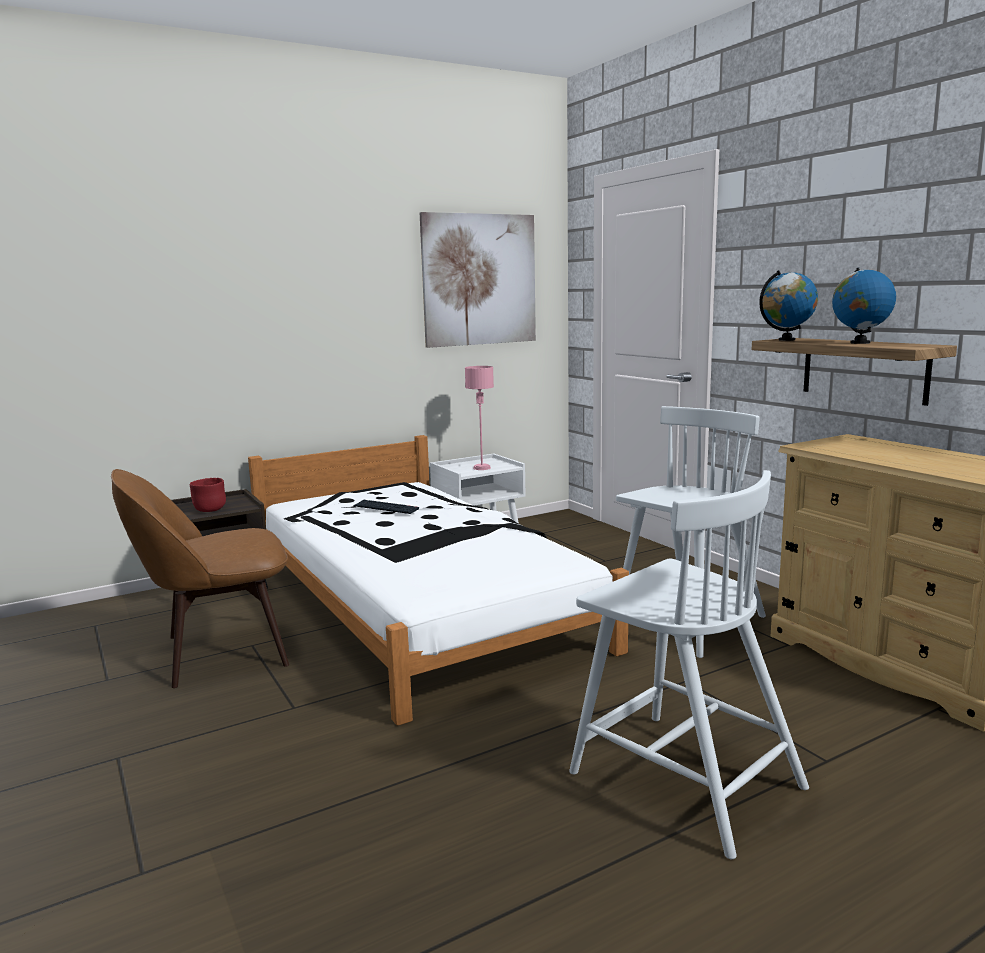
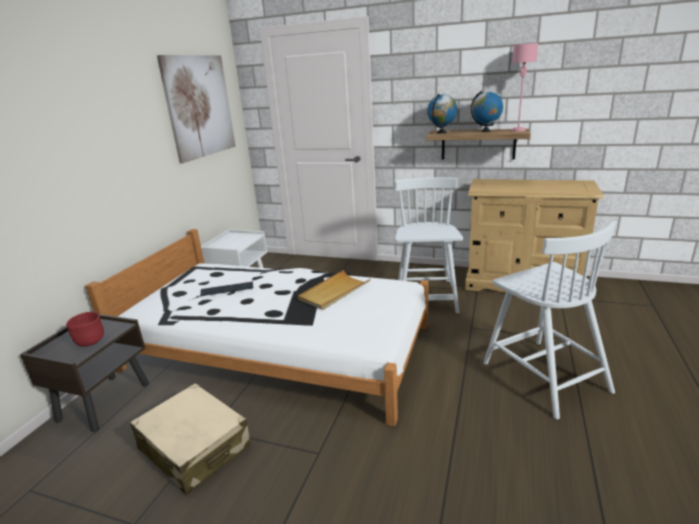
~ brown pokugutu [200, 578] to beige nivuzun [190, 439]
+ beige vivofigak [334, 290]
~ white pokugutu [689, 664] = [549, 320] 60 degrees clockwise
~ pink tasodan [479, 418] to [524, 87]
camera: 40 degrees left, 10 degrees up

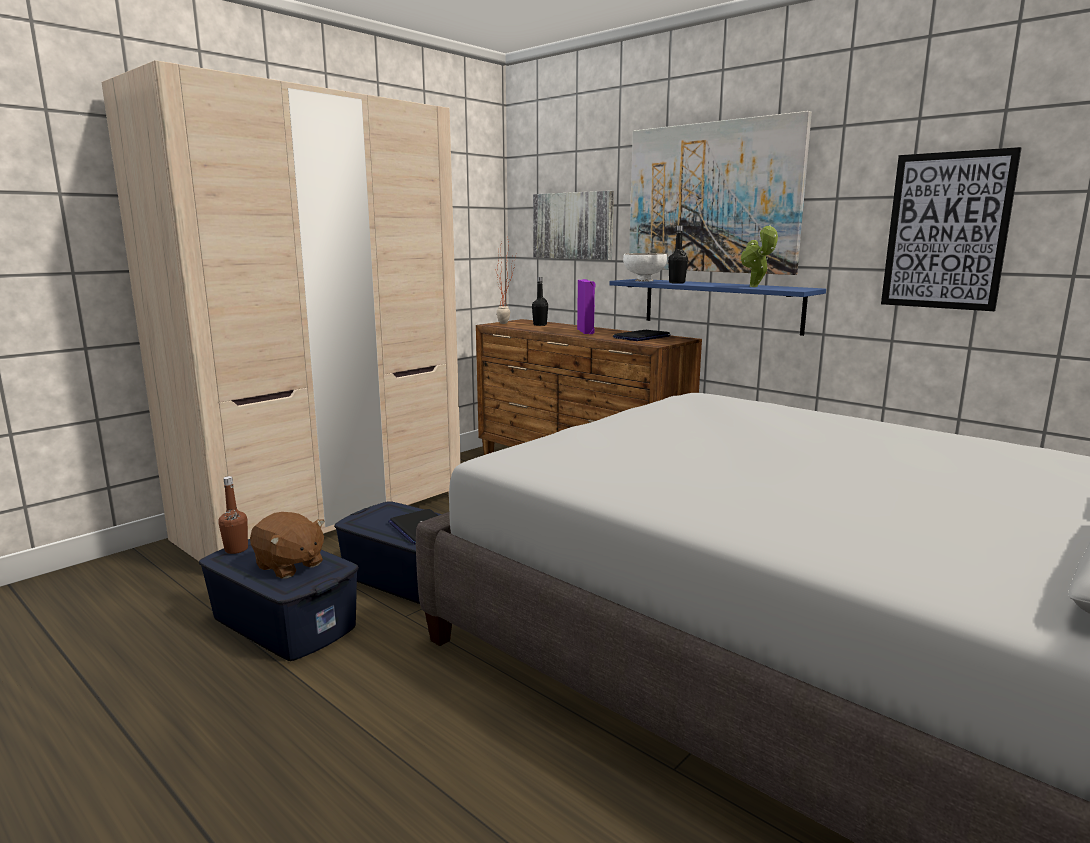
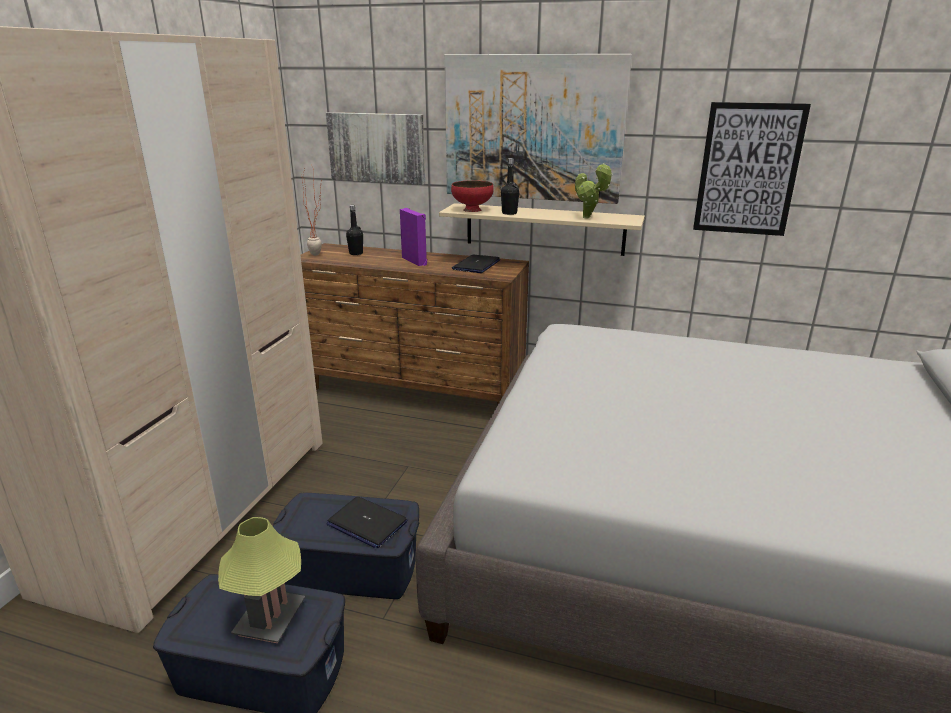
~ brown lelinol [287, 545] to tasodan [261, 580]
~ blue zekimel [717, 307] to beige zekimel [542, 229]
~ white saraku [645, 267] to red saraku [472, 196]
- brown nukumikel [233, 515]
camera: 25 degrees left, 10 degrees up

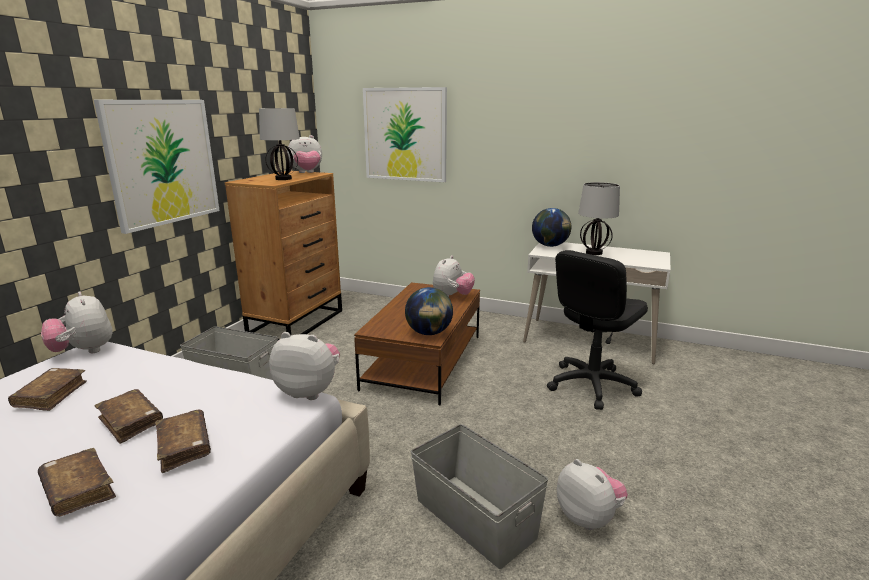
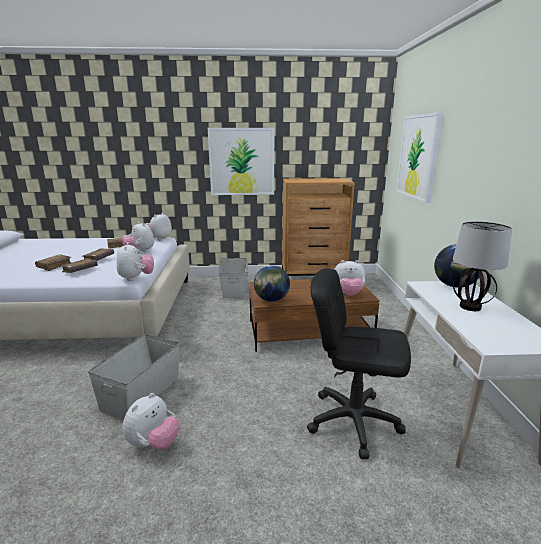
~ lelinol [304, 154] to [138, 237]
- tasodan [279, 144]
camera: 65 degrees right, 0 degrees up

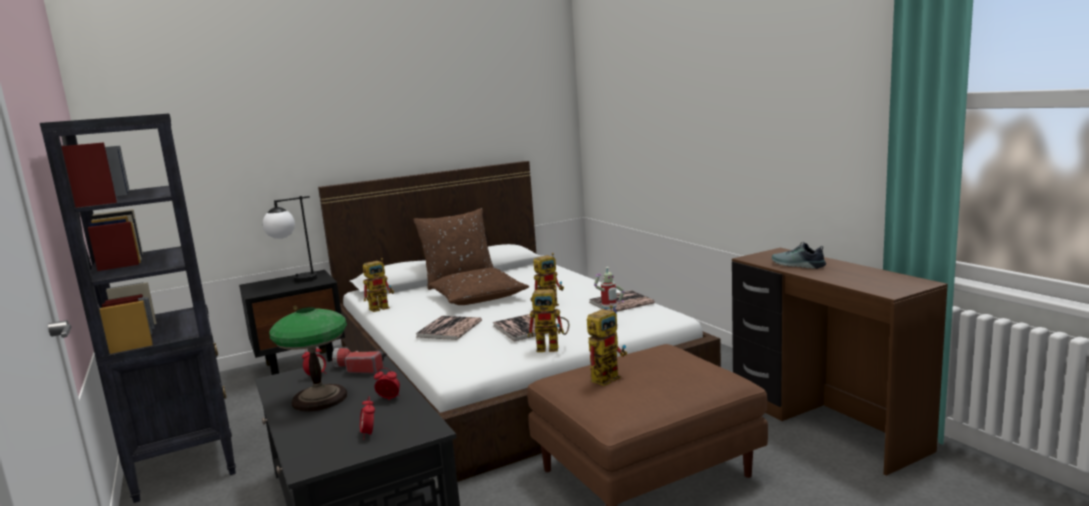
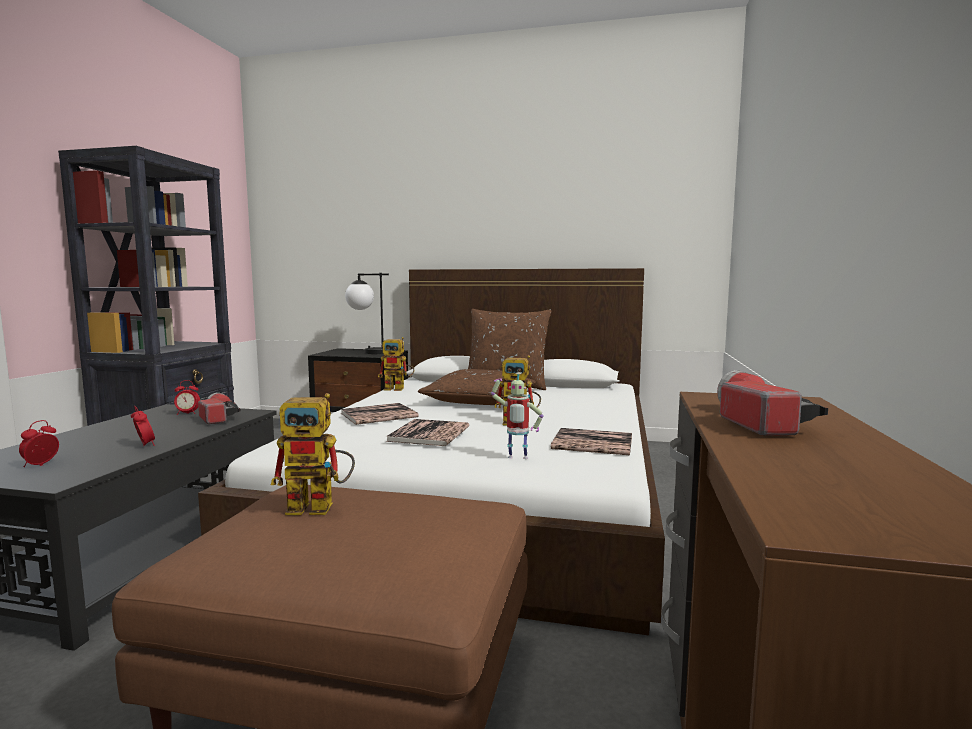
~ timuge [799, 255] to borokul [772, 403]
- tasodan [308, 359]
- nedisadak [548, 320]
camera: 40 degrees right, 5 degrees down

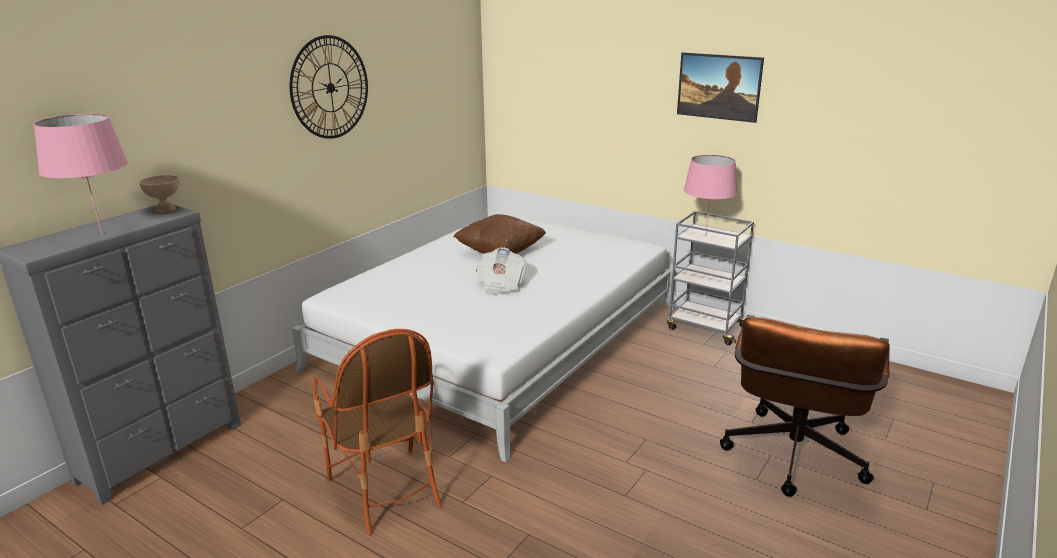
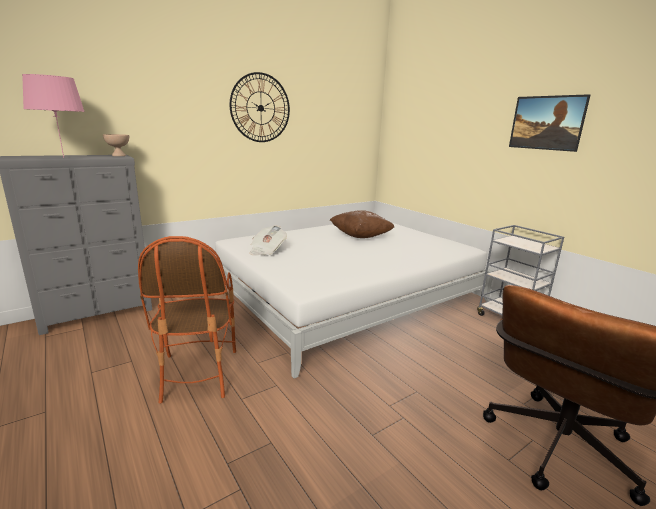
~ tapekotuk [501, 271] to [268, 240]
- pink tasodan [710, 194]
camera: 20 degrees right, 5 degrees down

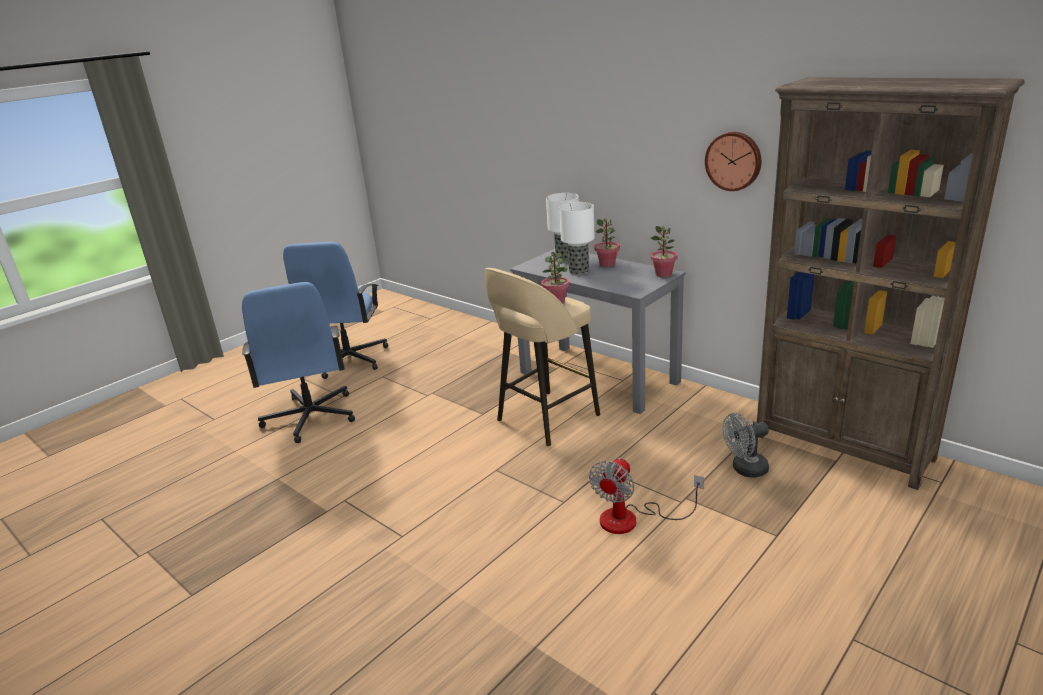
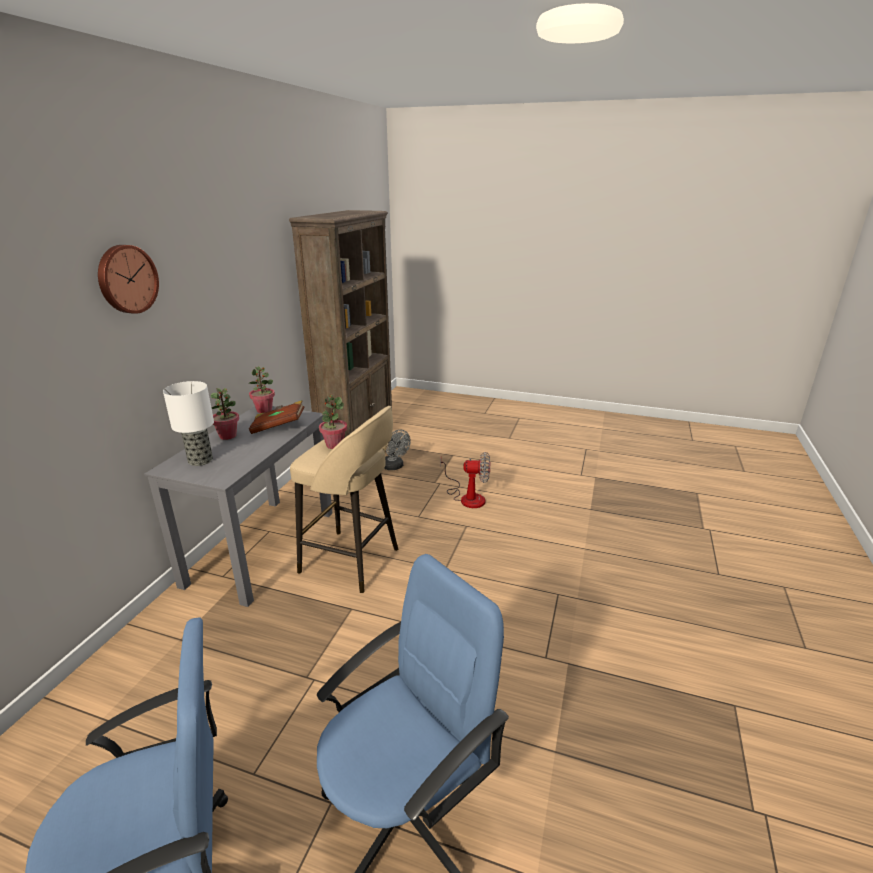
~ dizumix [733, 161] to [128, 279]
+ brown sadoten [277, 417]
- tasodan [577, 238]
camera: 115 degrees left, 0 degrees up

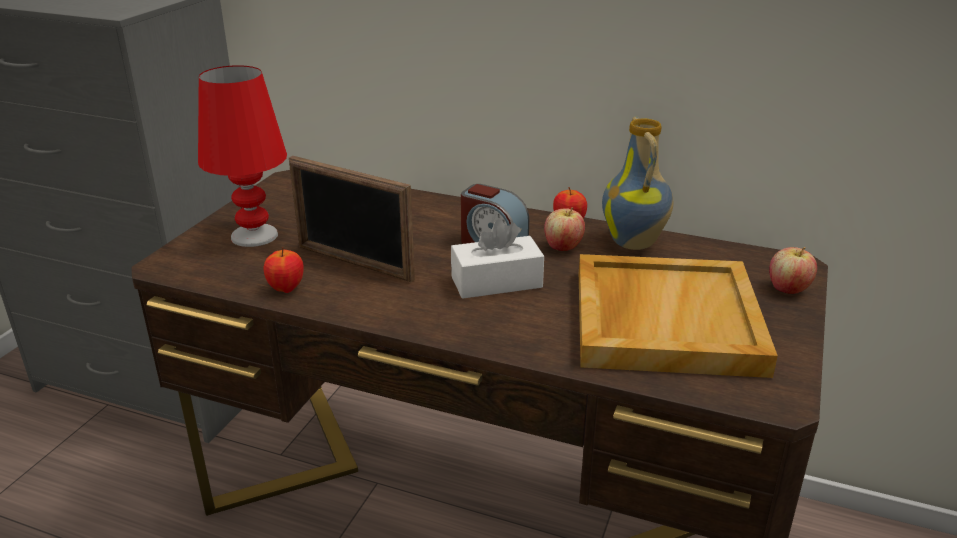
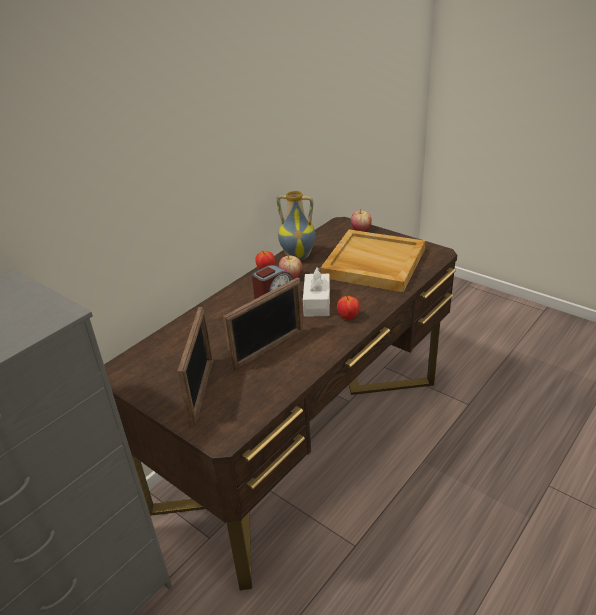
~ red tasodan [242, 156] to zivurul [195, 367]
~ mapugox [284, 270] to [348, 307]
camera: 70 degrees left, 5 degrees up

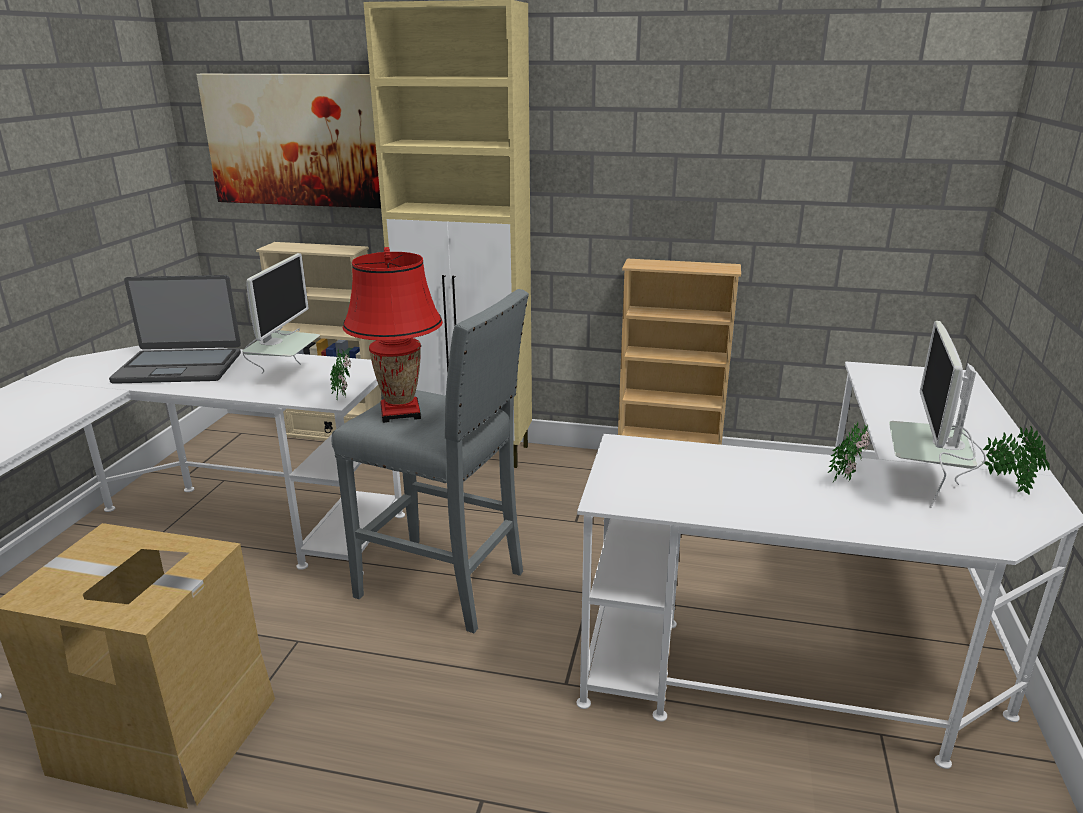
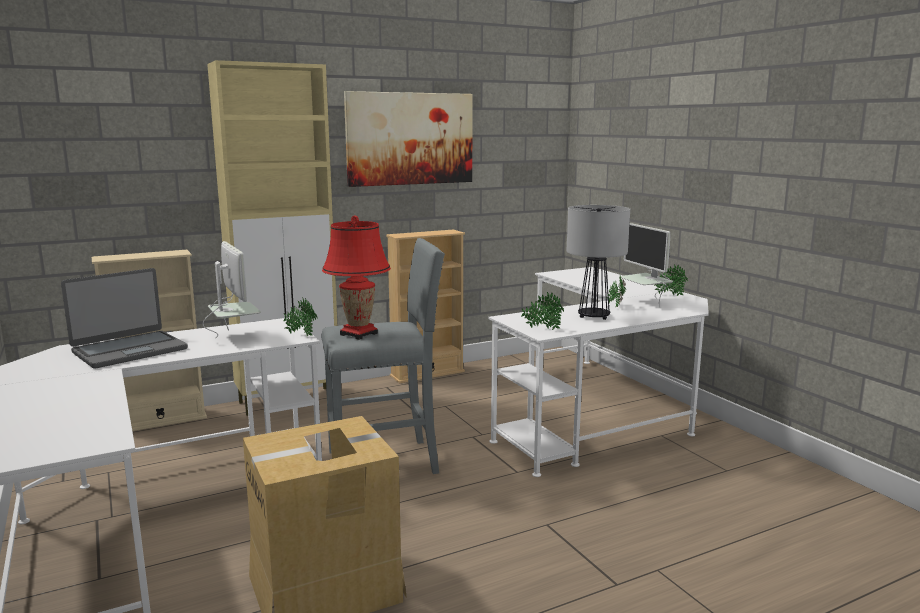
~ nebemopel [288, 141] to [408, 139]
+ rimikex [542, 311]
+ tasodan [598, 262]
camera: 40 degrees left, 10 degrees down

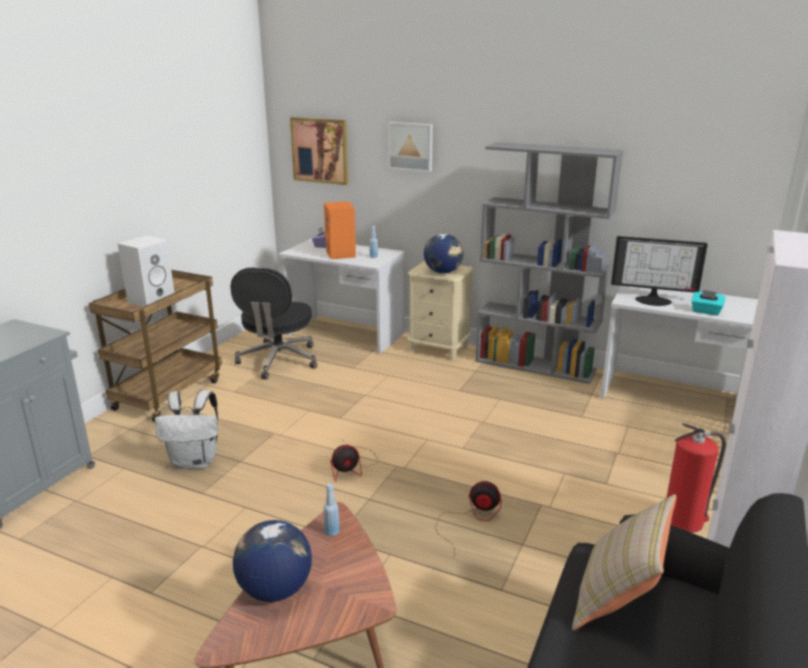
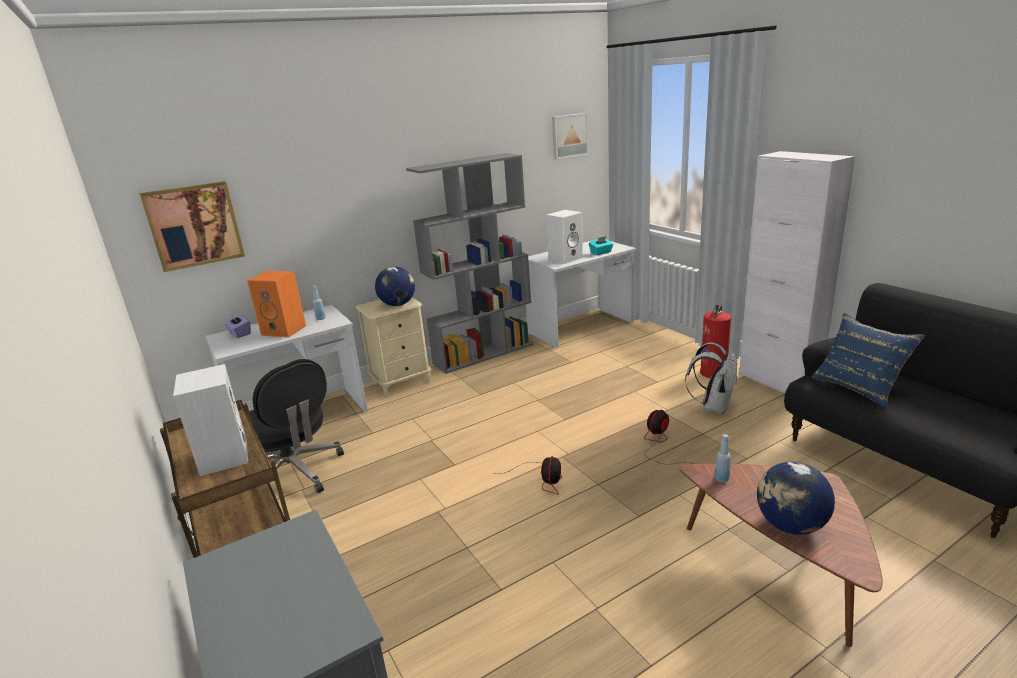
~ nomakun [659, 271] to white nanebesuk [564, 237]
~ nebemopel [410, 147] to [570, 136]
~ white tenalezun [186, 429] to [711, 378]
~ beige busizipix [624, 562] to blue busizipix [868, 361]
camera: 55 degrees left, 0 degrees up

